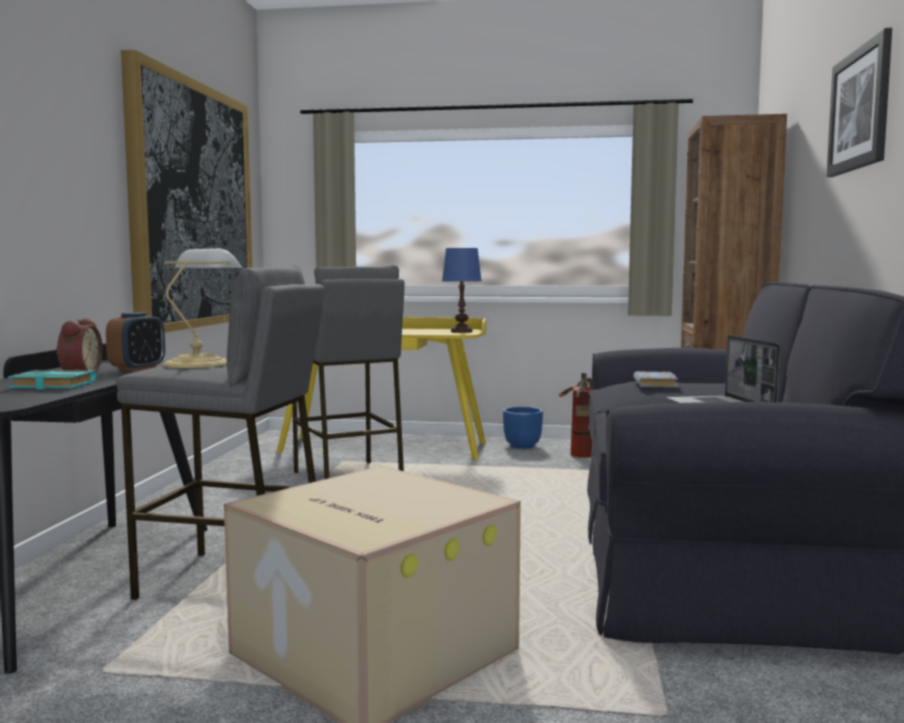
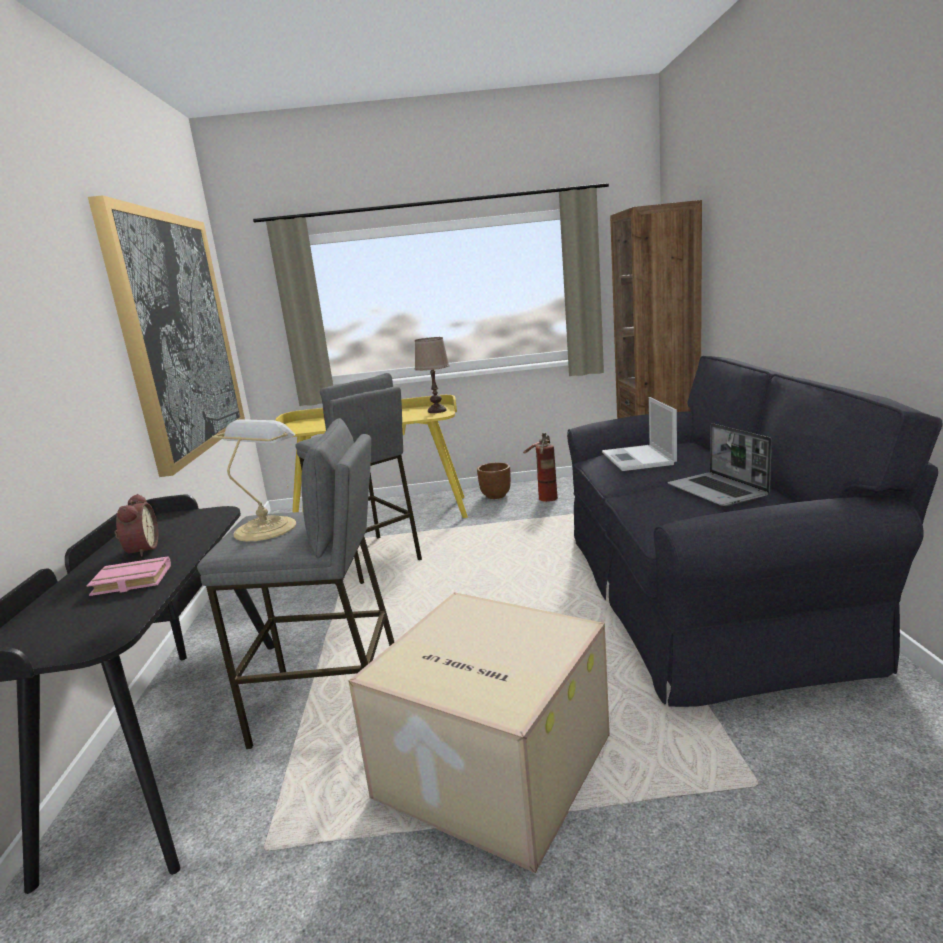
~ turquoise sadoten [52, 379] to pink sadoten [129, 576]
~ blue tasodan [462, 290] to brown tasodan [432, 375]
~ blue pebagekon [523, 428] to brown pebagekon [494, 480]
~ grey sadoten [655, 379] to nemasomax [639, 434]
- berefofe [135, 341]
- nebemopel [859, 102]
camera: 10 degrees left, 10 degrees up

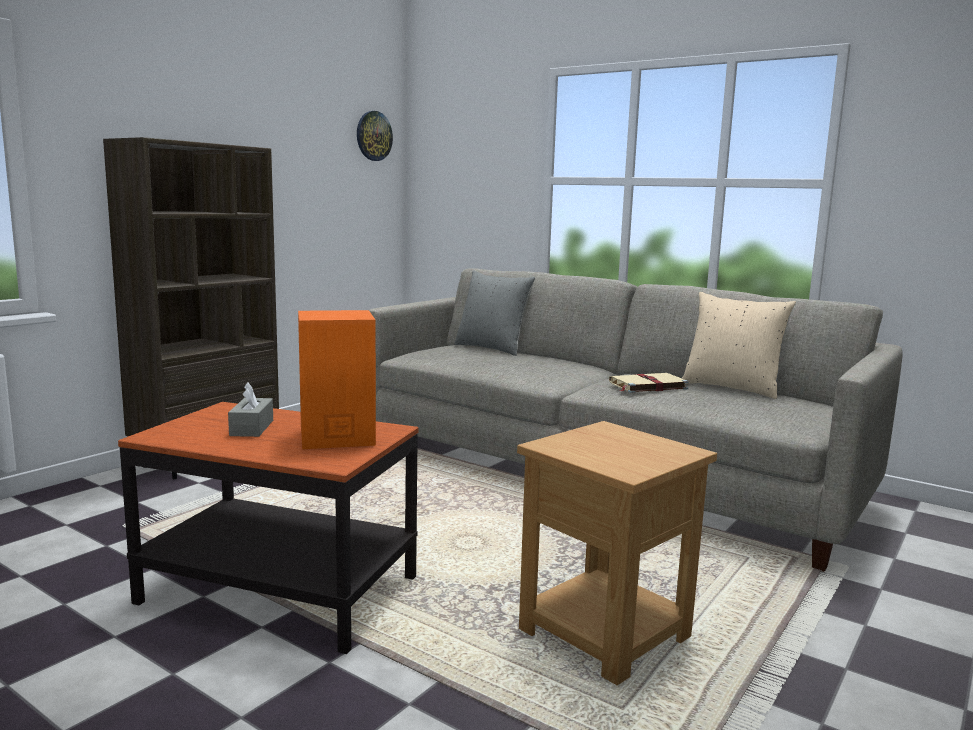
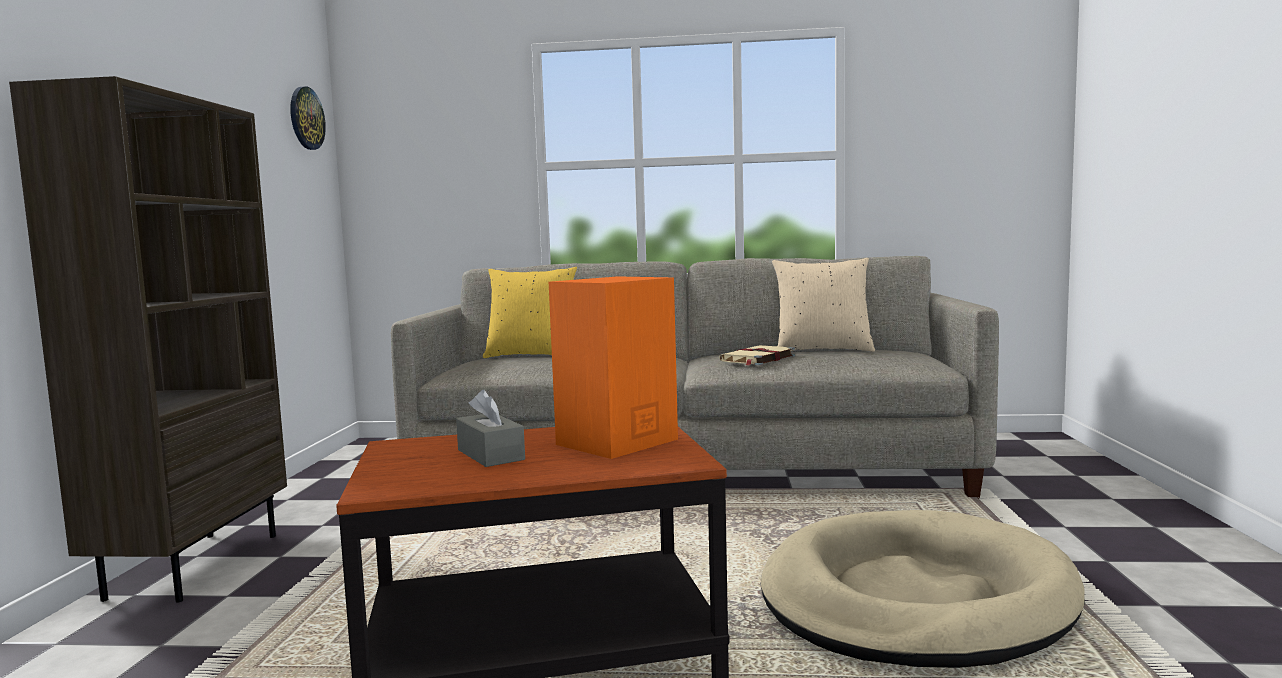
~ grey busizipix [494, 313] to yellow busizipix [530, 312]
~ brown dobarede [617, 553] to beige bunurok [923, 589]
camera: 30 degrees left, 5 degrees down

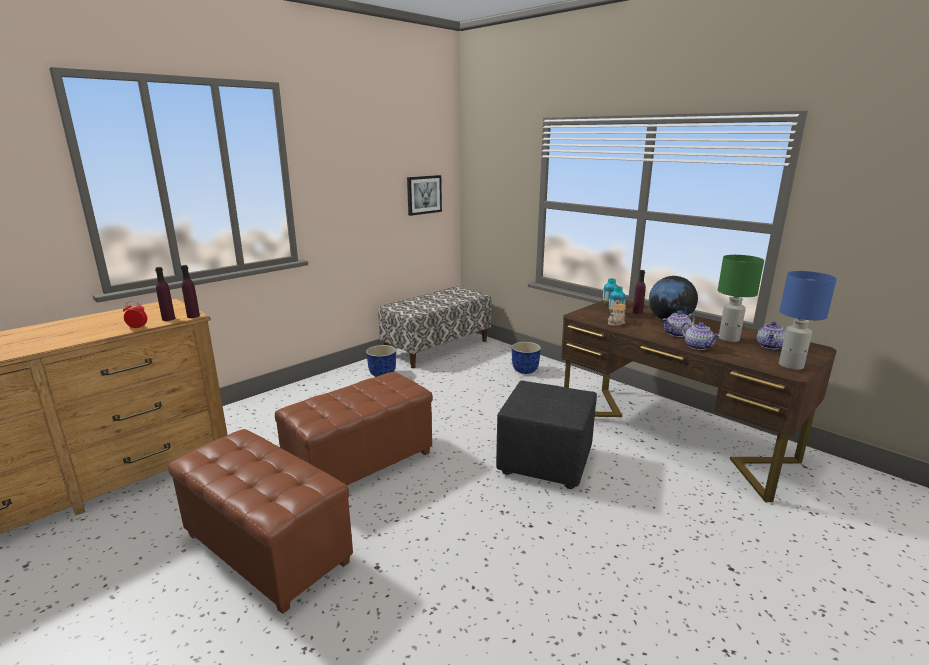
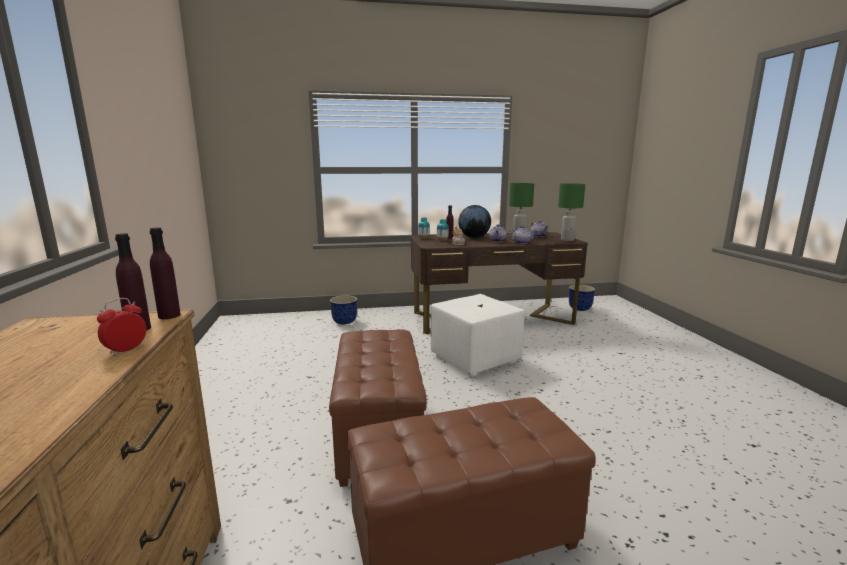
~ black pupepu [546, 434] to white pupepu [478, 335]
~ blue tasodan [808, 320] to green tasodan [571, 212]
~ pebagekon [381, 361] to [582, 298]
- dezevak [434, 327]
- nebemopel [424, 195]
camera: 55 degrees left, 5 degrees down

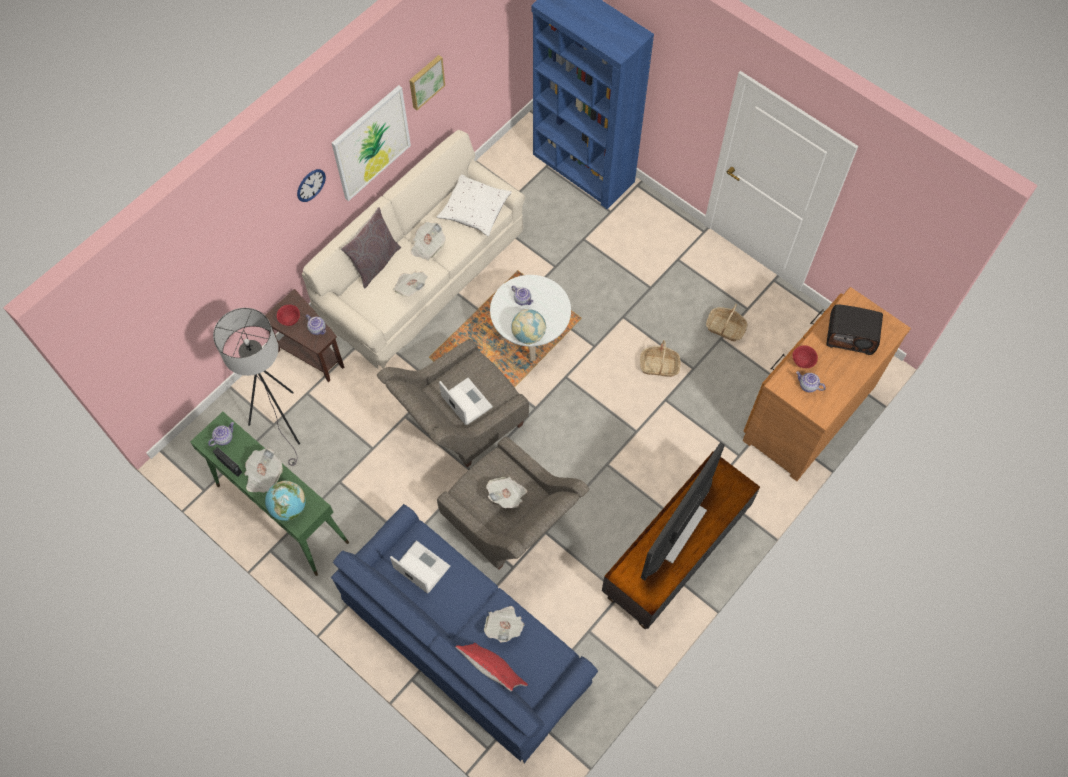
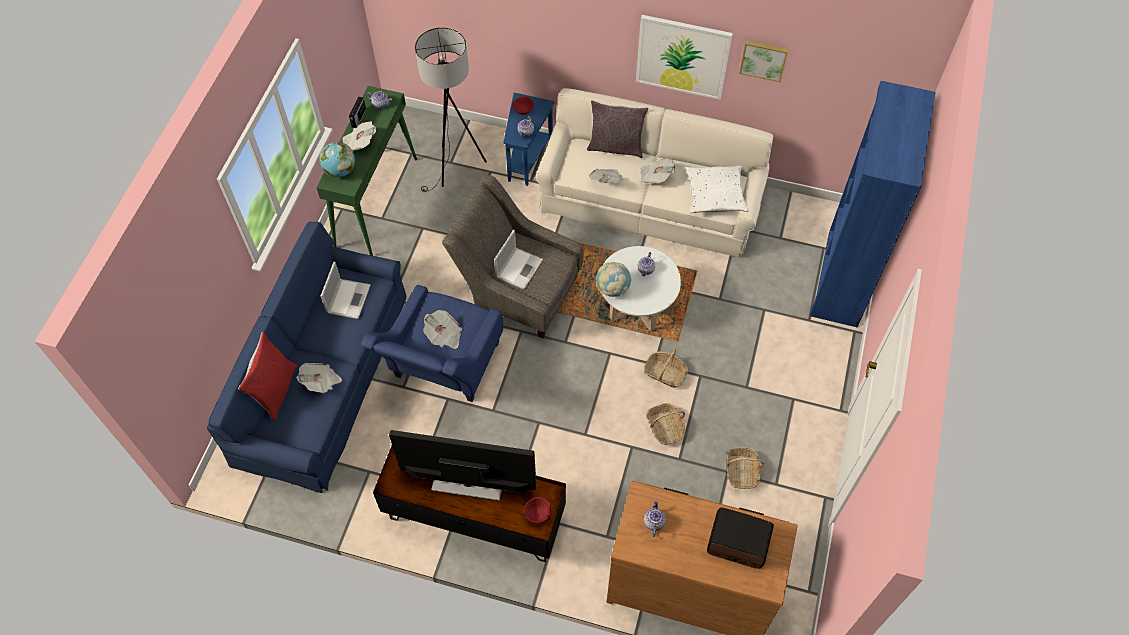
~ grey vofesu [513, 503] to blue vofesu [432, 343]
~ brown dobarede [304, 335] to blue dobarede [529, 139]
~ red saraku [805, 356] to [537, 510]
+ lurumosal [666, 368]
~ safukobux [854, 329] = [740, 538] 120 degrees clockwise
- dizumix [311, 185]
camera: 65 degrees right, 5 degrees down

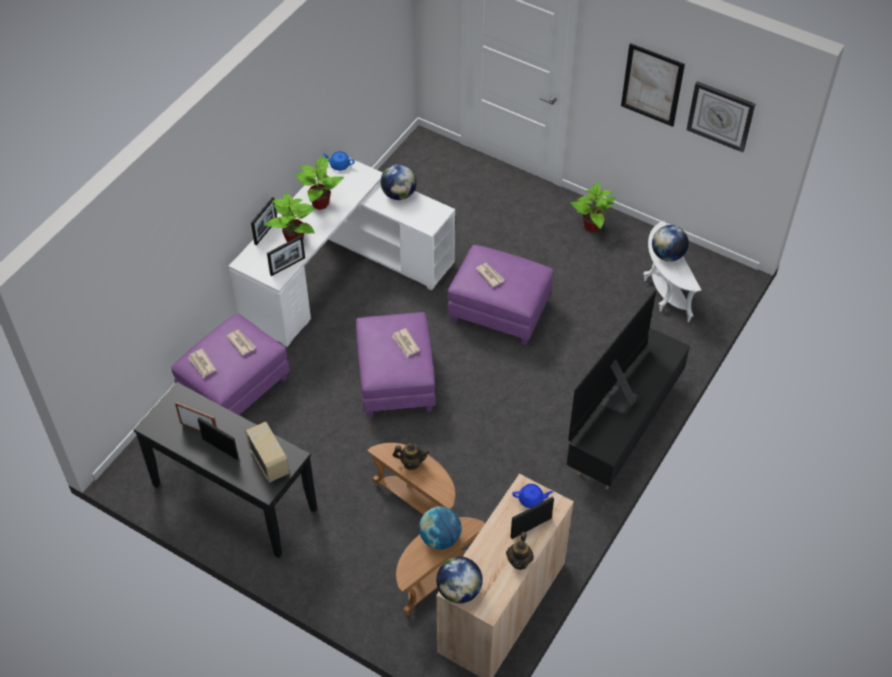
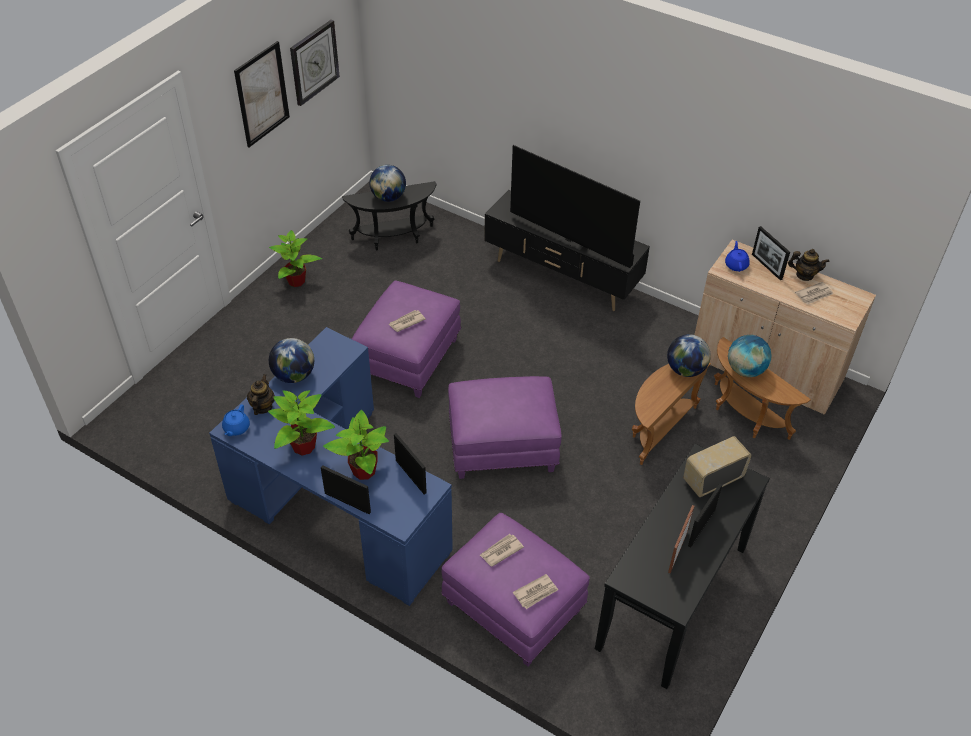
~ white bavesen [342, 252] to blue bavesen [331, 466]
~ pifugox [411, 456] to [261, 394]
~ white dobarede [672, 271] to black dobarede [389, 215]
~ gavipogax [459, 580] to [689, 355]
~ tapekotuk [406, 342] to [814, 293]
camera: 90 degrees left, 5 degrees down

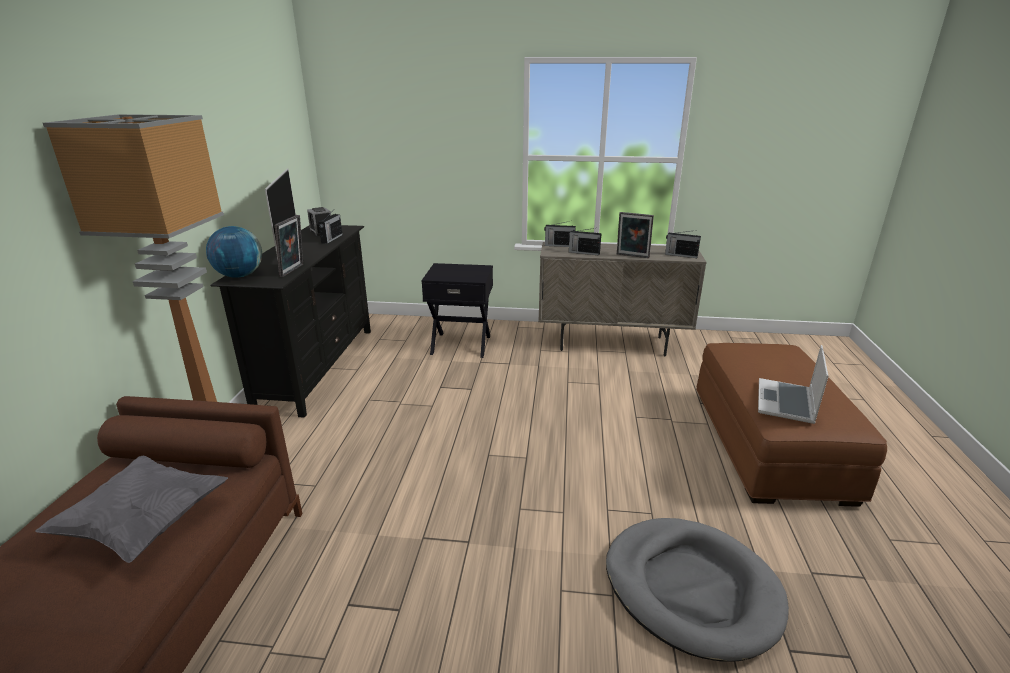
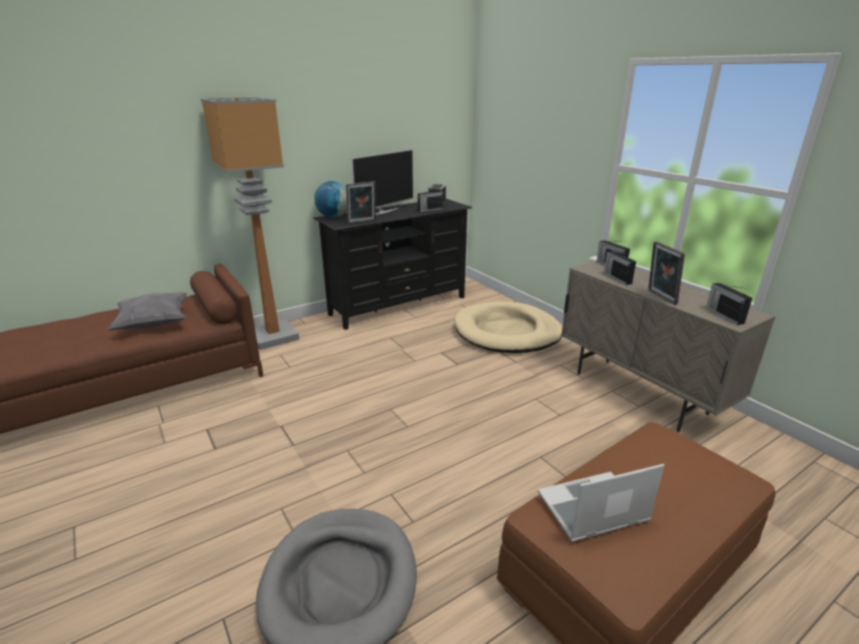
~ black dobarede [457, 310] to beige bunurok [508, 327]
camera: 50 degrees right, 0 degrees up

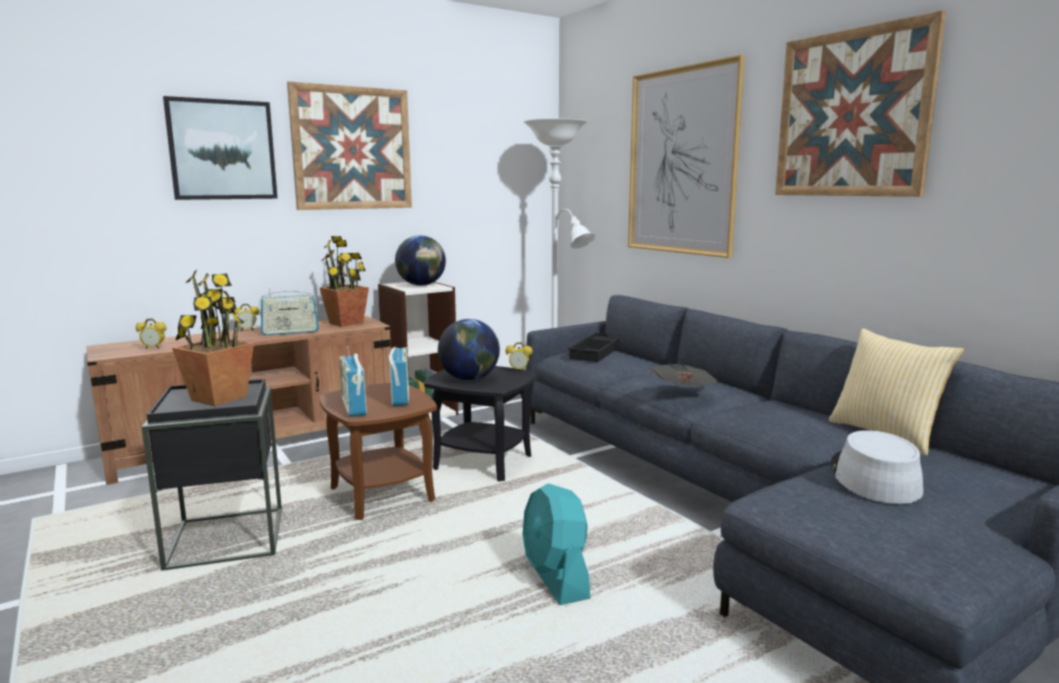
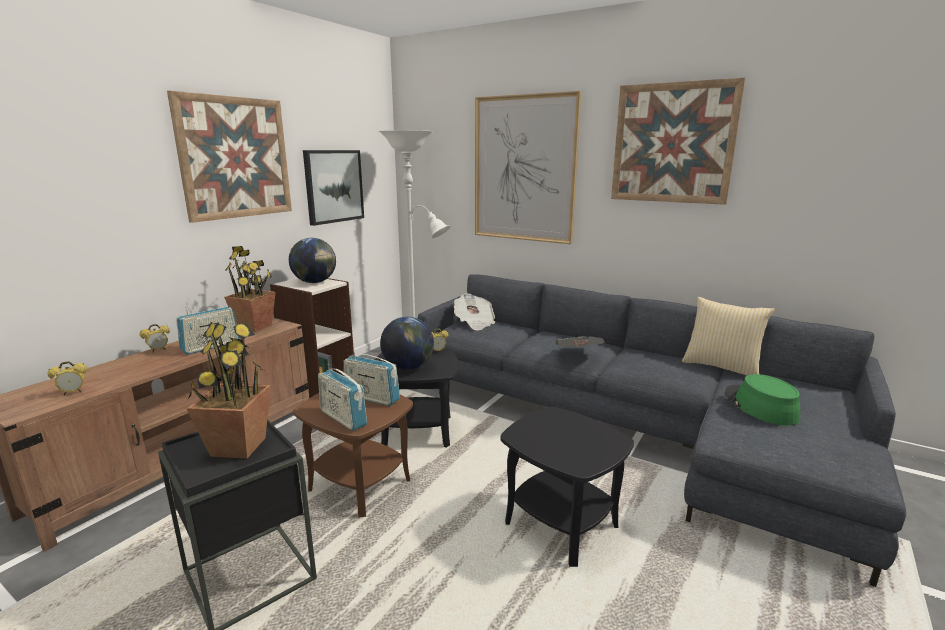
~ nebemopel [220, 148] to [333, 188]
~ safukobux [399, 376] = [371, 377] 150 degrees clockwise
~ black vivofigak [593, 347] to tapekotuk [475, 312]
~ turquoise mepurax [556, 544] to black dobarede [567, 487]
~ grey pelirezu [877, 467] to green pelirezu [762, 400]
camera: 25 degrees left, 5 degrees up

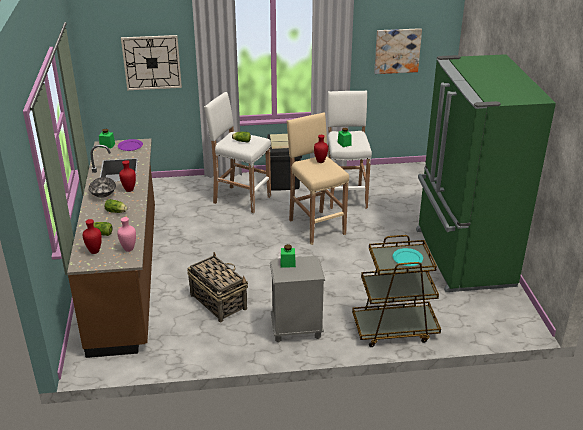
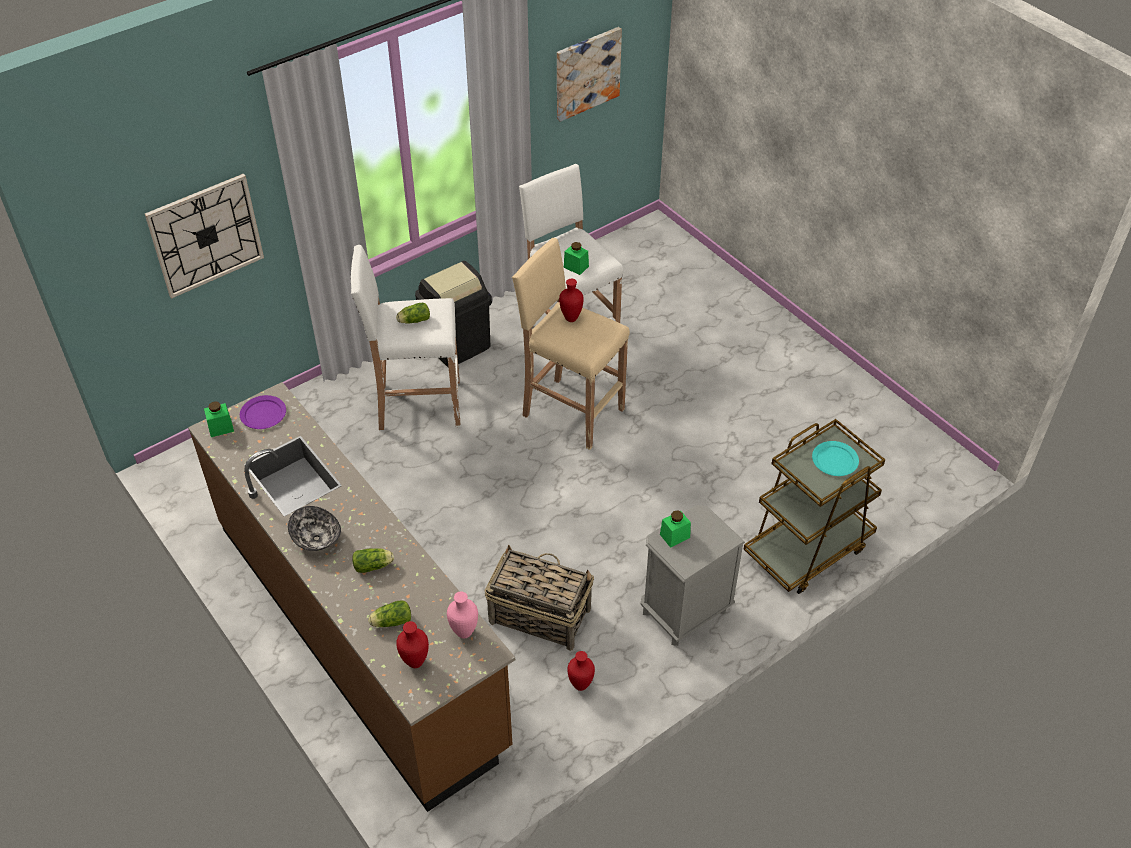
~ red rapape [127, 176] to [581, 671]
- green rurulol [486, 173]
camera: 30 degrees left, 15 degrees up

